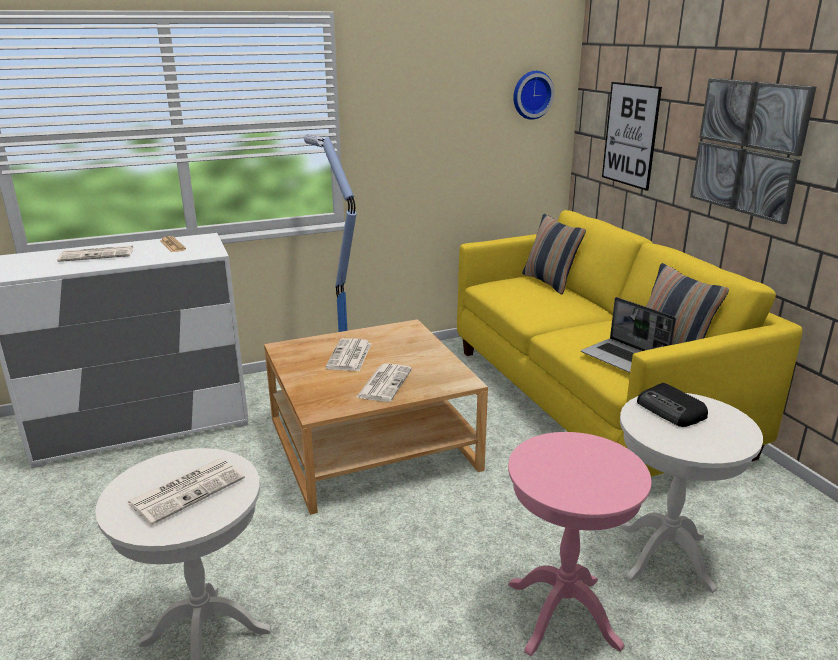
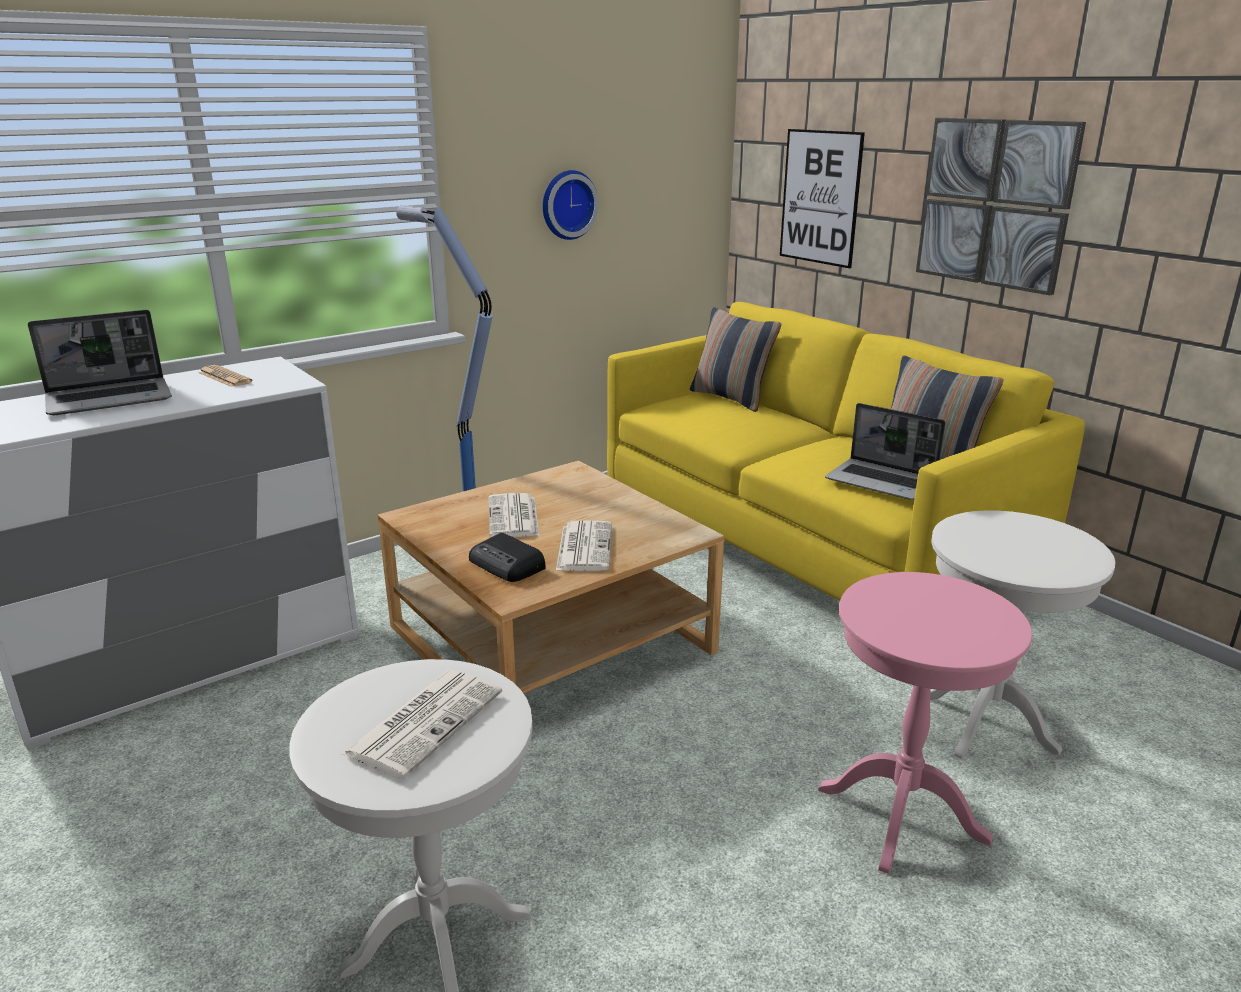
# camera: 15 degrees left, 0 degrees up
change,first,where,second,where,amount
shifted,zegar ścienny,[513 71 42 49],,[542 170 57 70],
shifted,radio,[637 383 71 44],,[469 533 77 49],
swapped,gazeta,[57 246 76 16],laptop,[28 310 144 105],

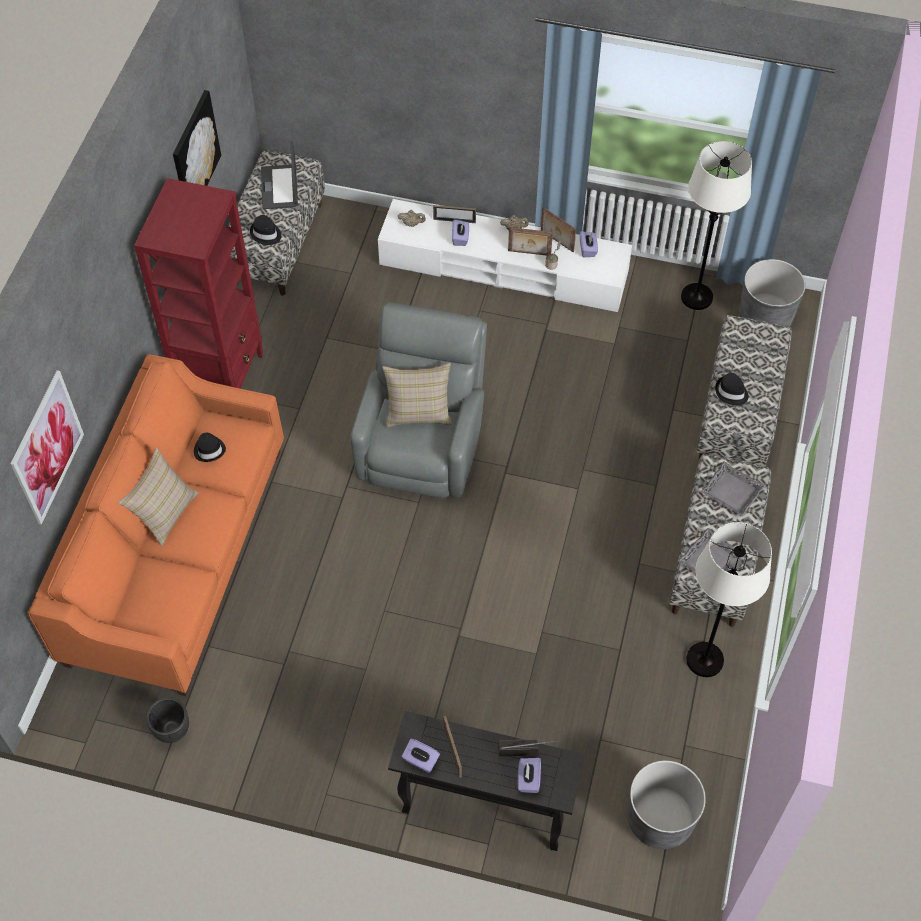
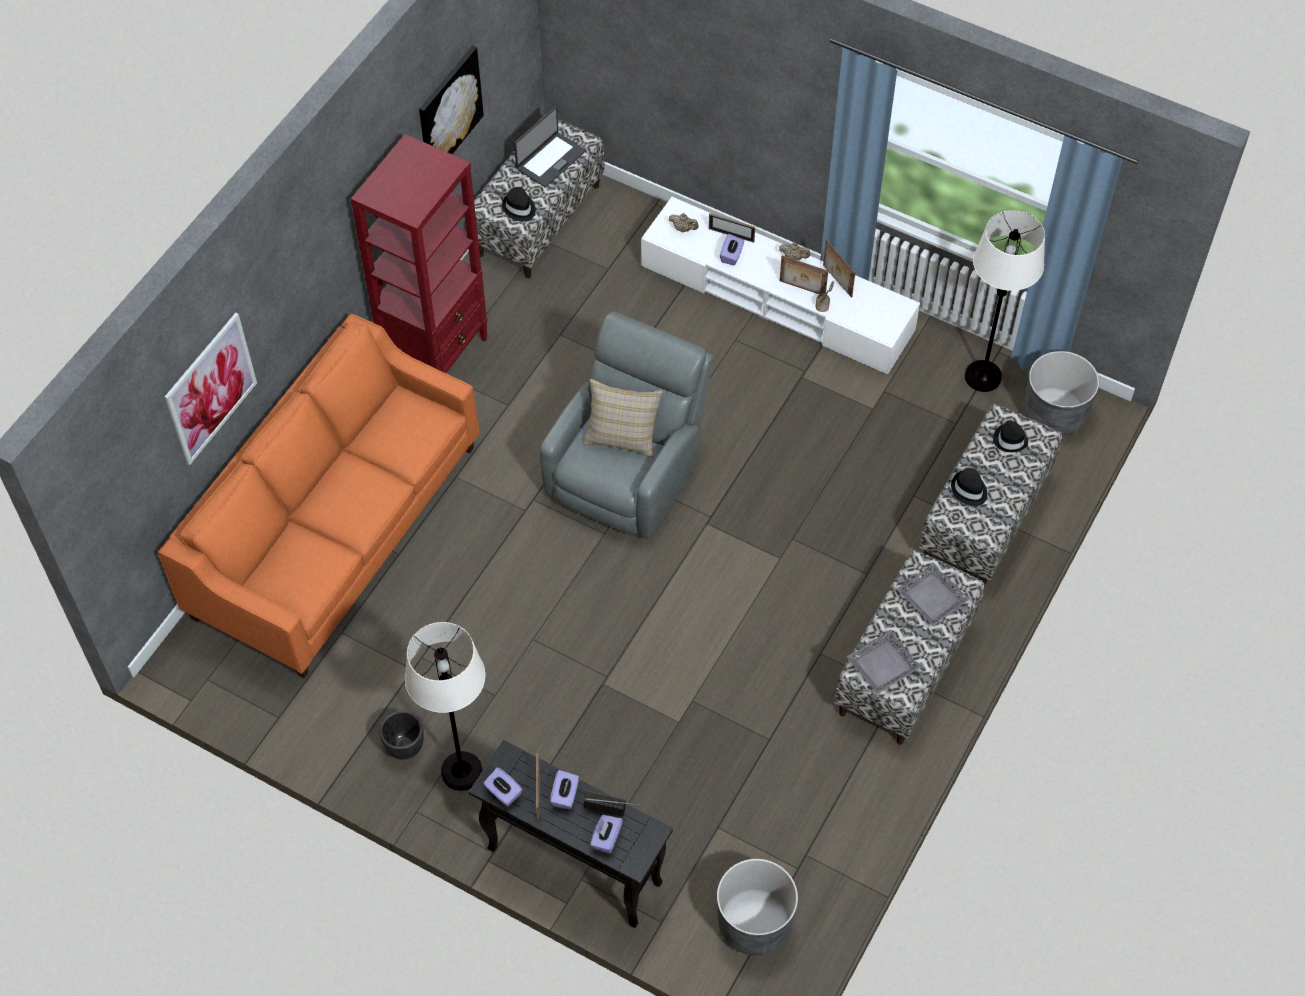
# camera: 15 degrees right, 0 degrees up
change,first,where,second,where,amount
gone,poduszka [beżowy],[118 447 81 99],,,
shifted,donica [czarny],[146 698 43 45],,[379 711 45 49],
shifted,kapelusz [czarny],[194 433 32 29],,[993 421 35 31],
shifted,pudełko chusteczek [fioletowy],[580 231 18 26],,[550 770 29 39],
shifted,lampa stojąca [biały],[686 522 86 155],,[405 622 80 169],
rotated,laptop,[261 141 37 68],,[514 107 72 80],150 degrees counterclockwise

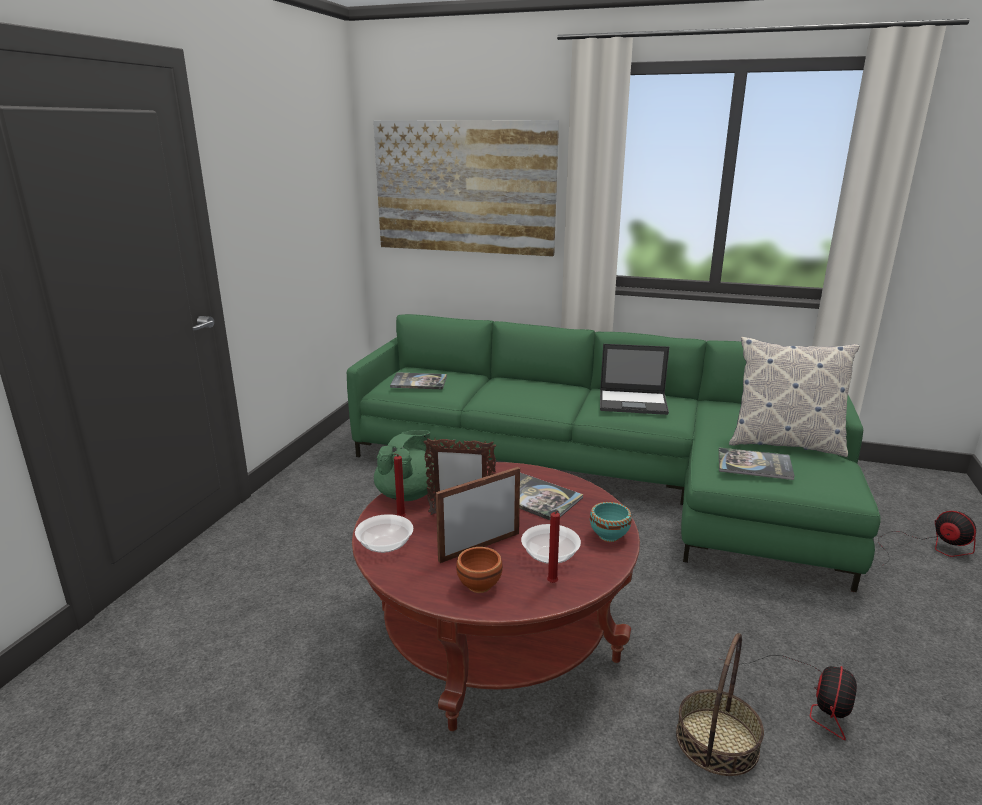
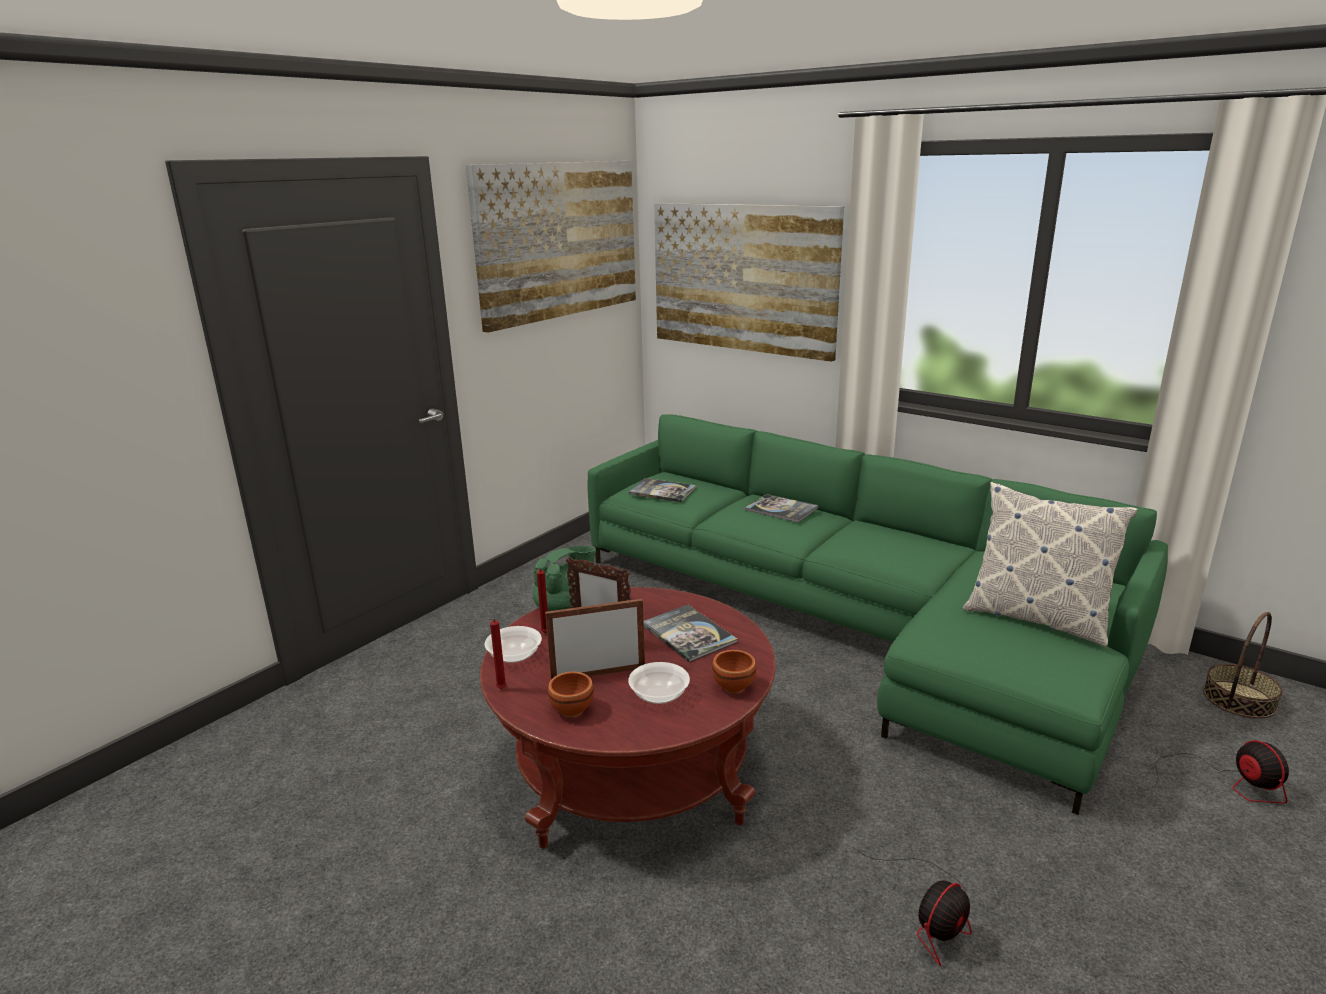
# camera: 20 degrees right, 0 degrees up
change,first,where,second,where,amount
gone,laptop,[600 344 69 71],,,
new,,,obraz,[466 161 170 172],
shifted,świeca [czerwony],[547 511 13 72],,[489 619 18 70],
shifted,koszyk,[676 633 88 143],,[1203 612 80 107],
shifted,książka,[719 447 76 33],,[745 494 73 28],
repainted,miska [turkusowy],[590 502 42 40],miska [brązowy],[712 650 44 44],

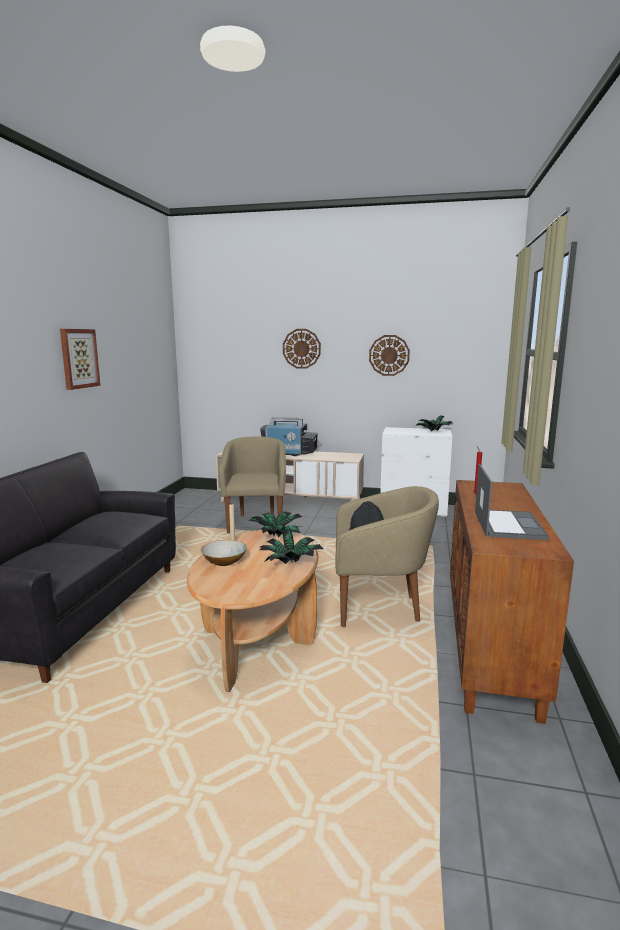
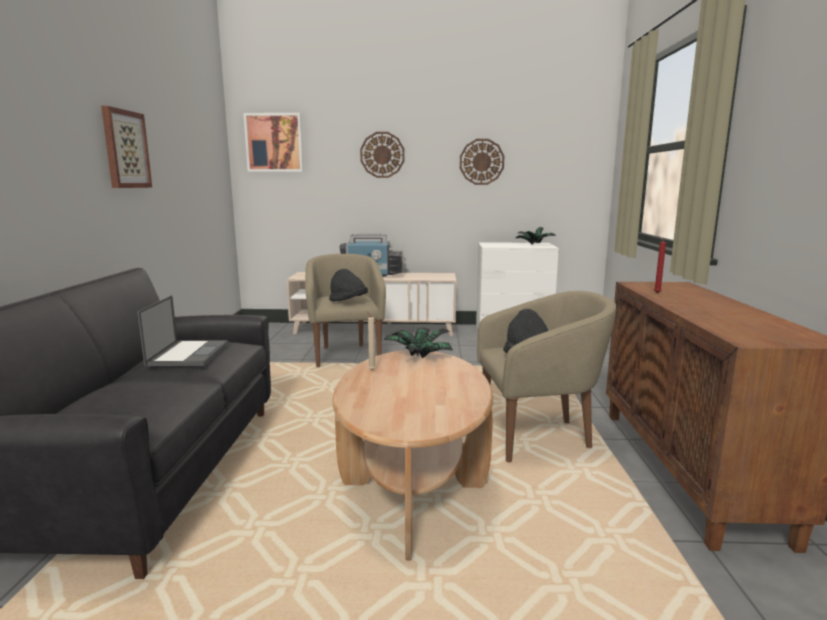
# camera: 10 degrees left, 0 degrees up
change,first,where,second,where,amount
gone,miska,[201 540 46 26],,,
gone,roślina doniczkowa,[260 530 63 34],,,
new,,,obraz,[243 113 61 59],
new,,,kapelusz [czarny],[329 269 39 32],
shifted,laptop,[475 464 75 76],,[137 295 92 71],

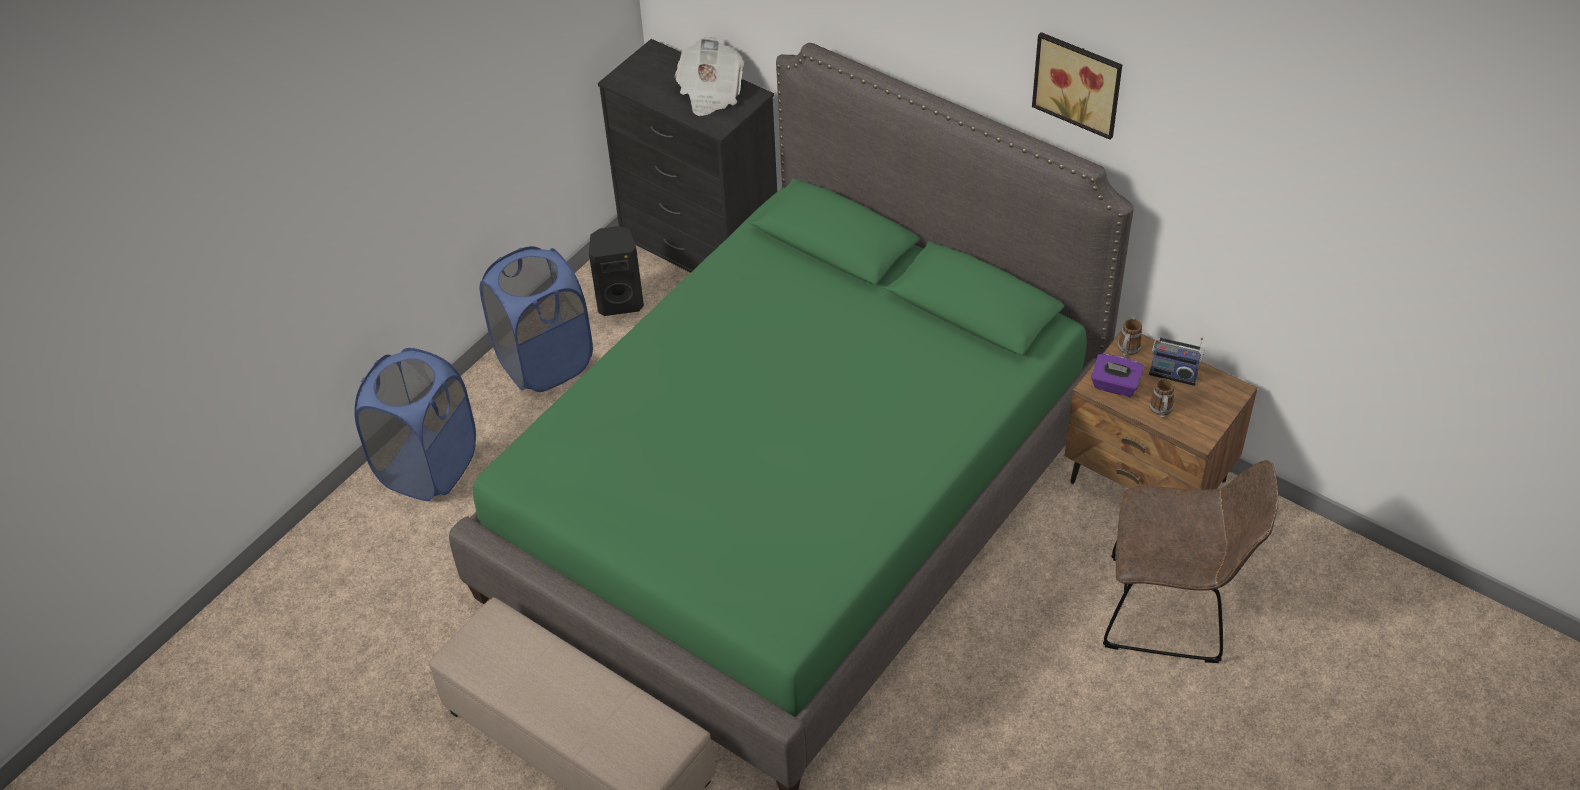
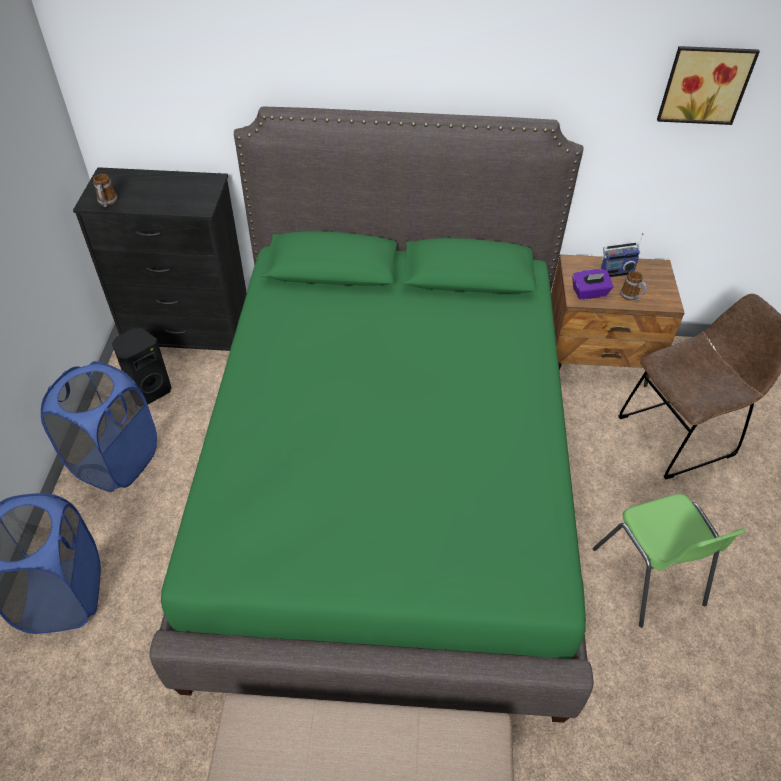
# camera: 35 degrees left, 0 degrees up
change,first,where,second,where,amount
gone,gazeta,[675 37 69 79],,,
new,,,krzesło [zielony],[593 494 153 134],
shifted,obraz,[1032 32 90 108],,[657 46 103 79],
shifted,kubek,[1118 319 24 38],,[93 174 25 33],

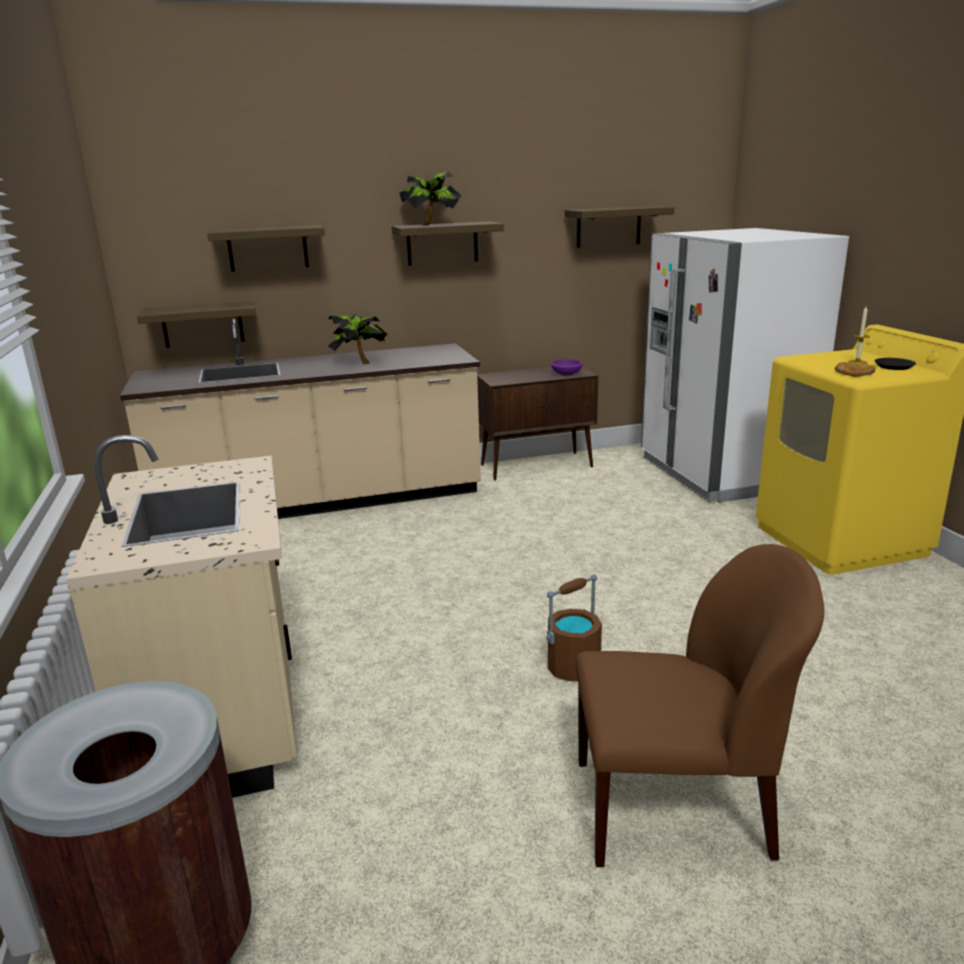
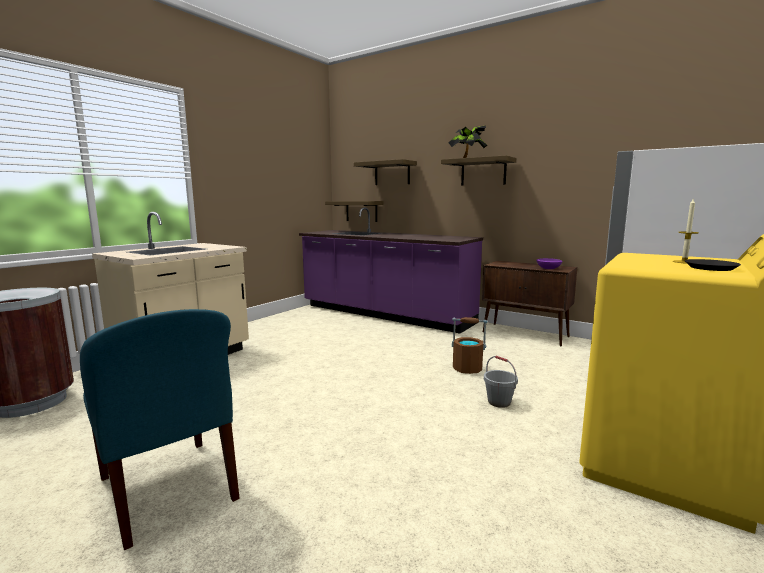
# camera: 50 degrees right, 10 degrees down
change,first,where,second,where,amount
gone,roślina doniczkowa,[328 314 59 50],,,
gone,półka,[565 206 110 42],,,
gone,chleb,[835 362 40 15],,,
new,,,wiadro [szary],[484 356 34 52],
shifted,wiadro [brązowy],[547 574 55 108],,[452 317 35 57],
repainted,zabudowa kuchenna [beżowy],[120 319 361 200],zabudowa kuchenna [fioletowy],[299 207 184 127],
repainted,krzesło [brązowy],[575 544 249 323],krzesło [niebieski],[80 309 159 241],

